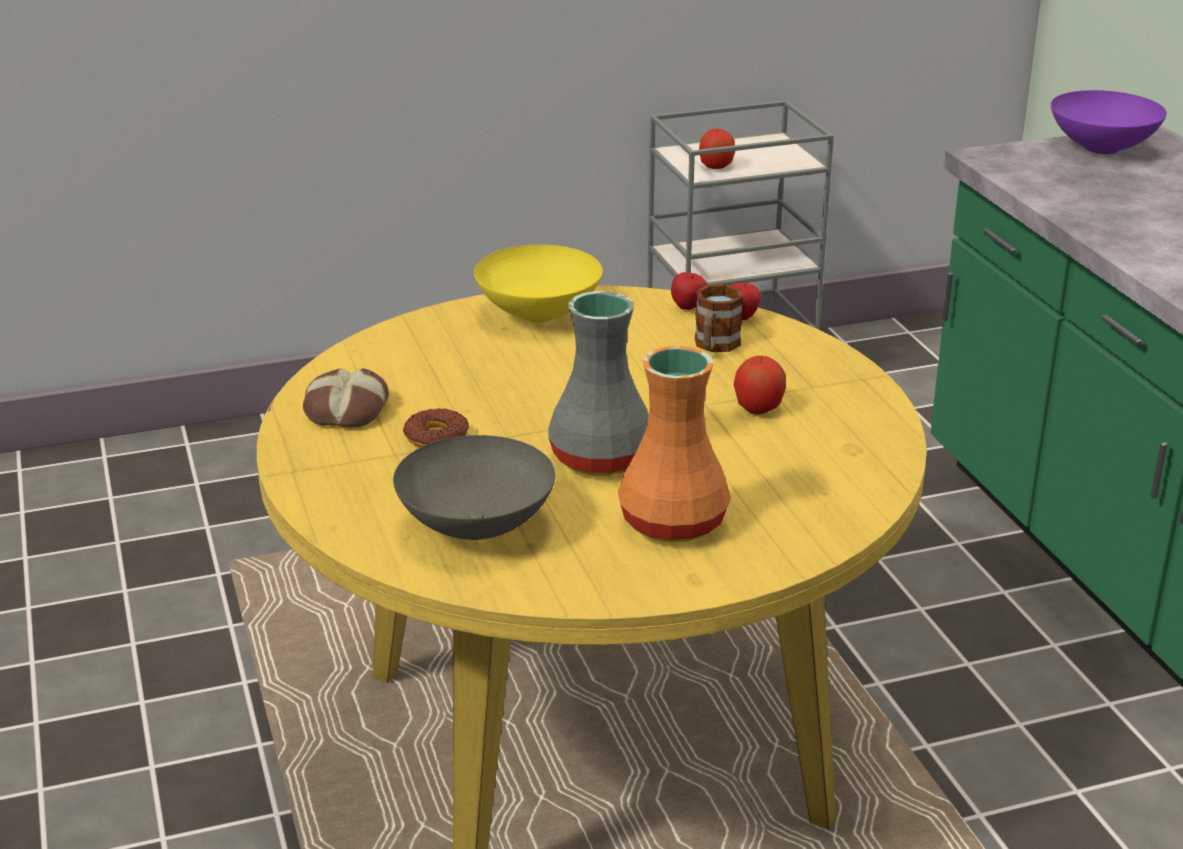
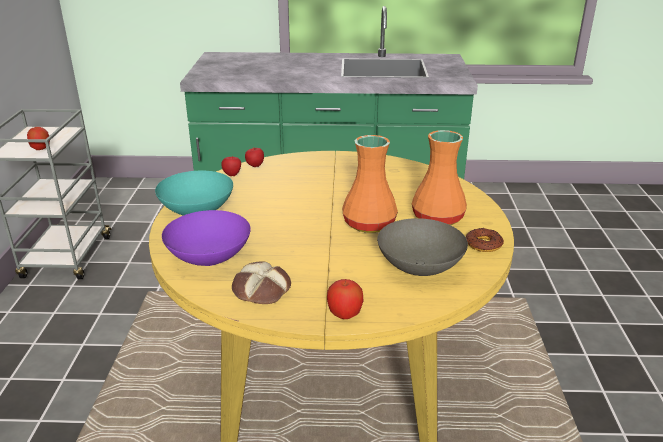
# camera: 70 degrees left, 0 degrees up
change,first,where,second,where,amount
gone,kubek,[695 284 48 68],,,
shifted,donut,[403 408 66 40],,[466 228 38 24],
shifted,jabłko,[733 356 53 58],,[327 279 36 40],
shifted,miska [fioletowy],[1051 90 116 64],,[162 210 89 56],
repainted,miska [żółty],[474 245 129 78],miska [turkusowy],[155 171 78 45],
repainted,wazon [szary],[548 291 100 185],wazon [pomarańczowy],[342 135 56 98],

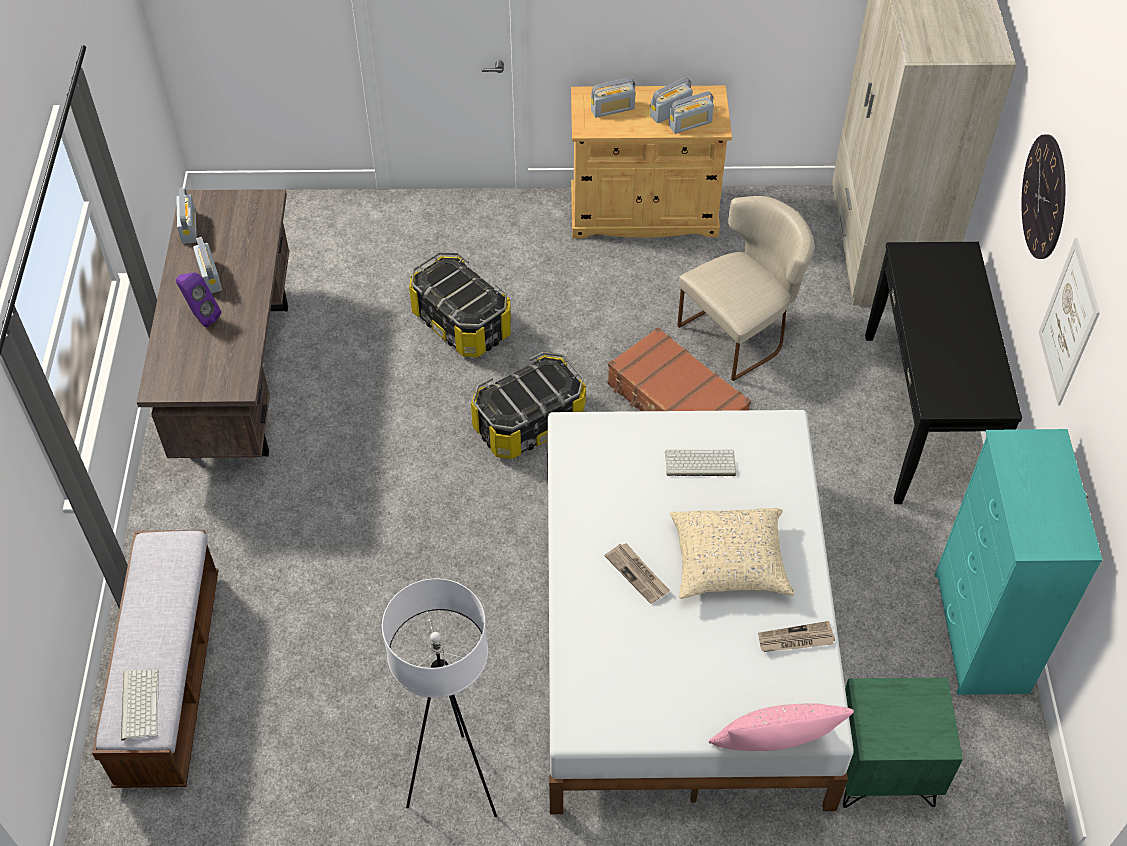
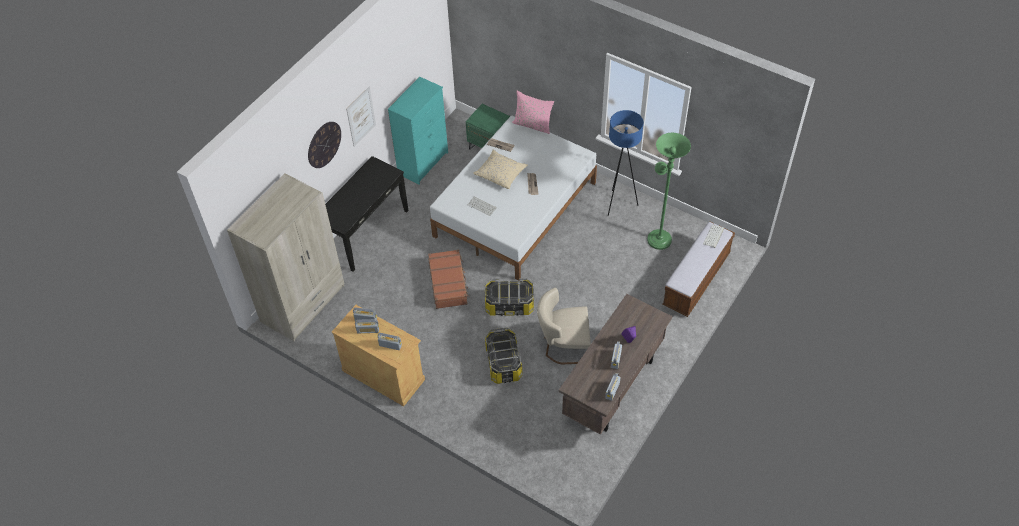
# camera: 145 degrees left, 0 degrees up
change,first,where,second,where,amount
new,,,lampa stojąca [zielony],[647 133 44 117],
shifted,krzesło [beżowy],[677 196 137 185],,[537 288 54 76],
repainted,lampa stojąca [biały],[382 578 115 239],lampa stojąca [niebieski],[608 110 36 106],

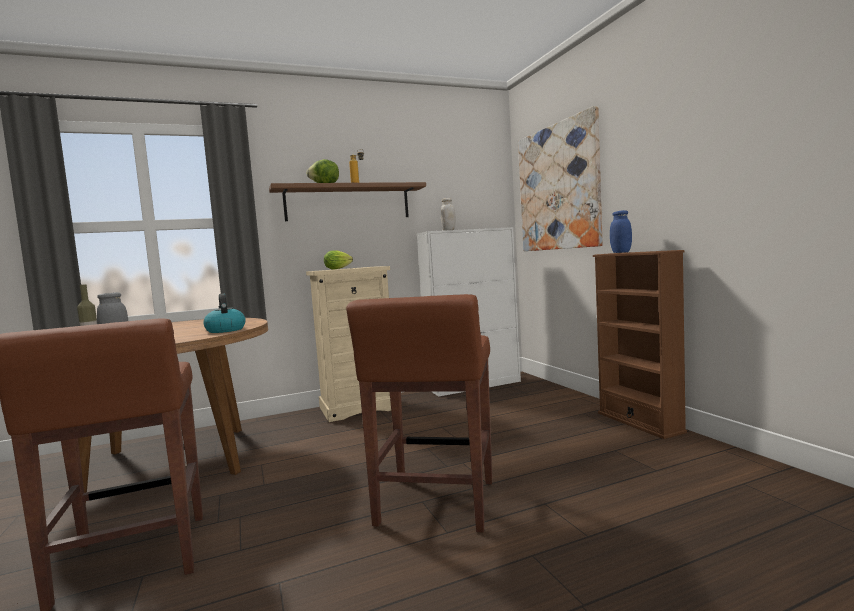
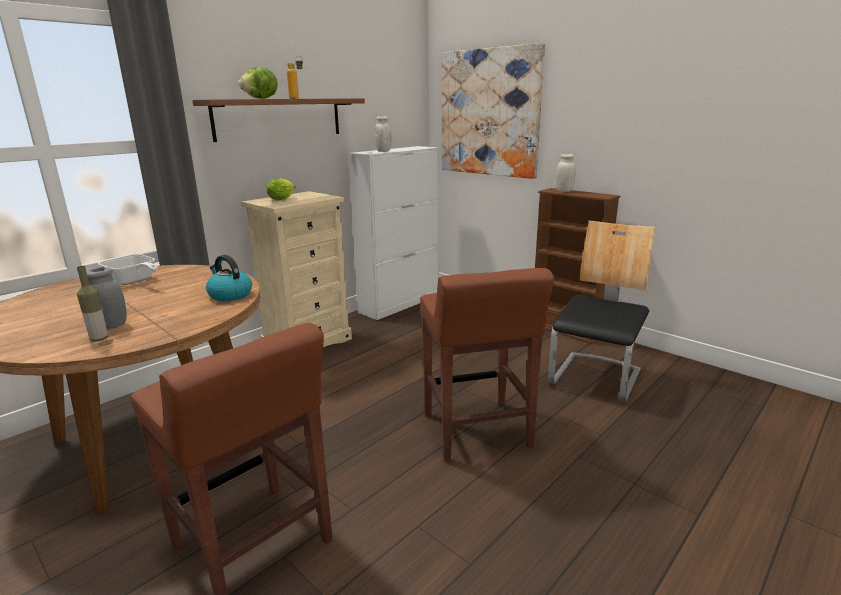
# camera: 25 degrees left, 15 degrees up
change,first,where,second,where,amount
new,,,patelnia,[98 254 60 31],
new,,,krzesło,[548 220 107 183],
repainted,słoik [niebieski],[610 210 22 43],słoik [biały],[555 154 21 38],

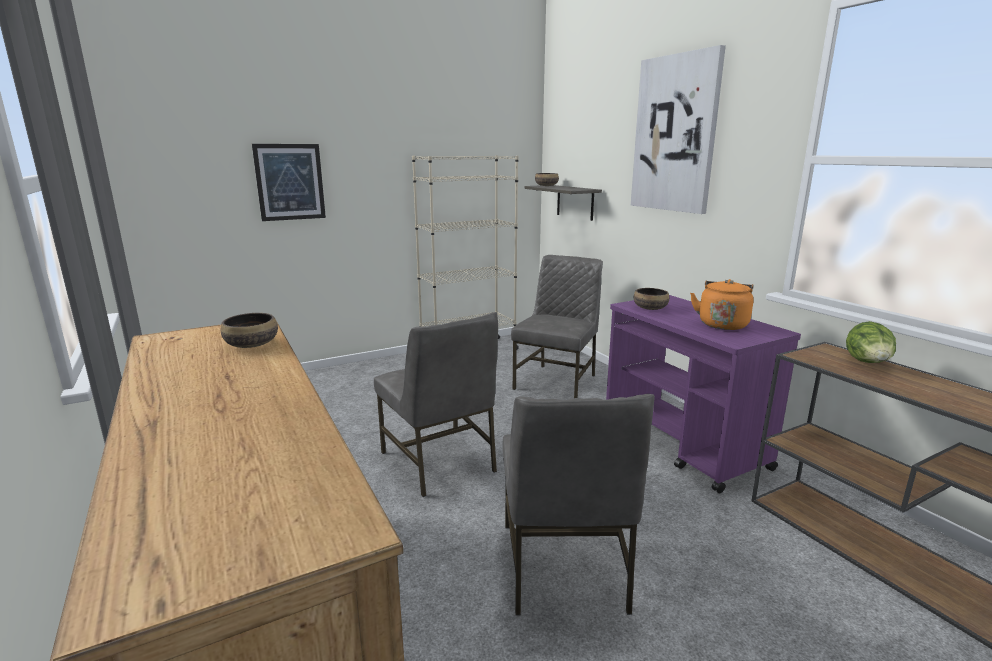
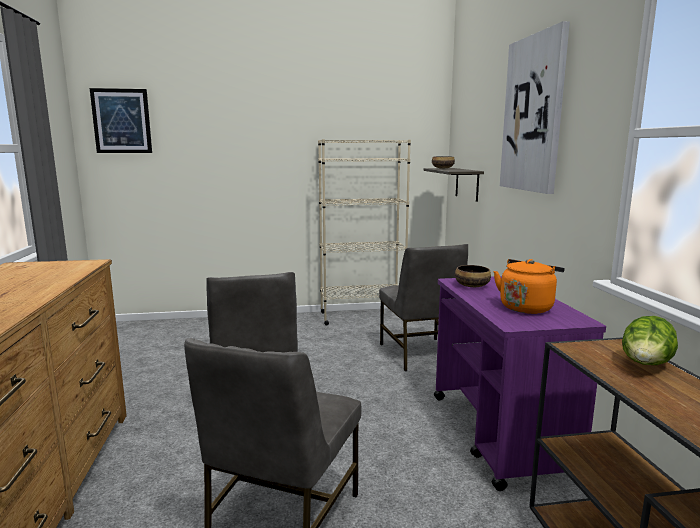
# camera: 20 degrees right, 5 degrees down
change,first,where,second,where,amount
gone,miska,[221 313 57 35],,,
shifted,obraz,[252 144 74 77],,[90 88 62 65],
rotated,krzesło [szary],[511 255 92 143],,[379 244 89 127],120 degrees clockwise

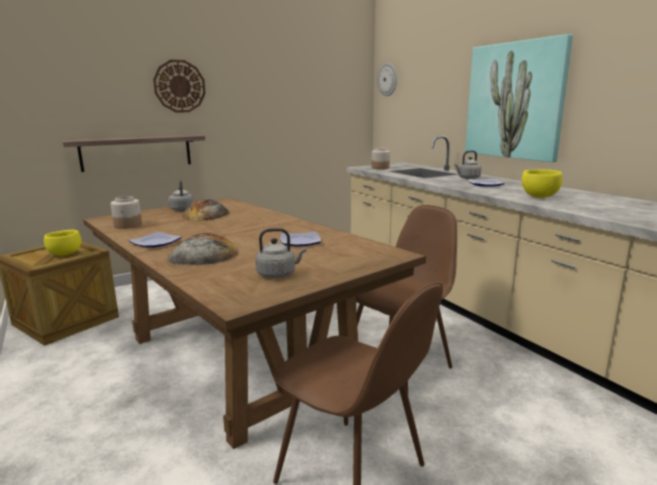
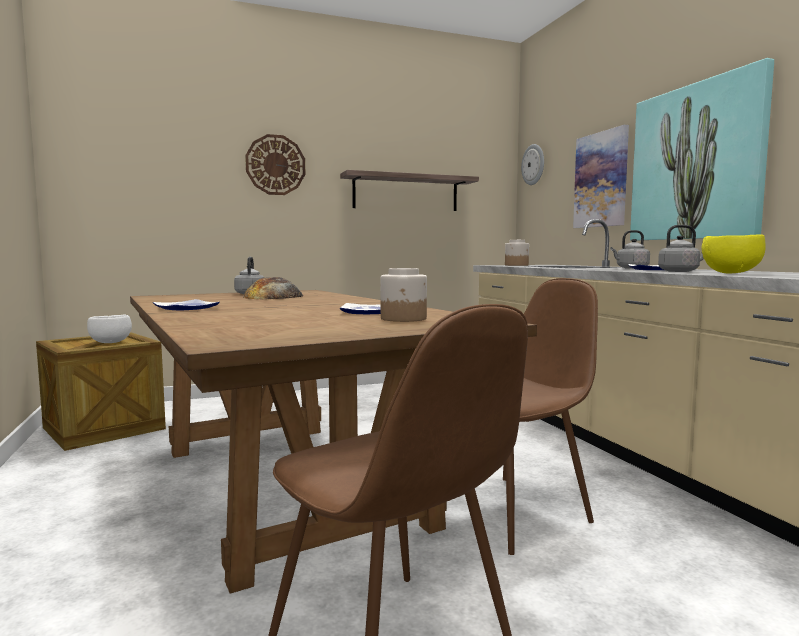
# camera: 10 degrees right, 10 degrees down
change,first,where,second,where,amount
gone,chleb,[167 233 71 32],,,
new,,,obraz,[573 125 56 103],
shifted,półka,[62 135 143 37],,[340 170 139 41],
shifted,słoik,[111 196 31 33],,[380 268 47 54],
shifted,czajnik [szary],[255 228 51 50],,[658 225 46 47],
repainted,miska [żółty],[44 229 37 27],miska [biały],[87 315 45 28],

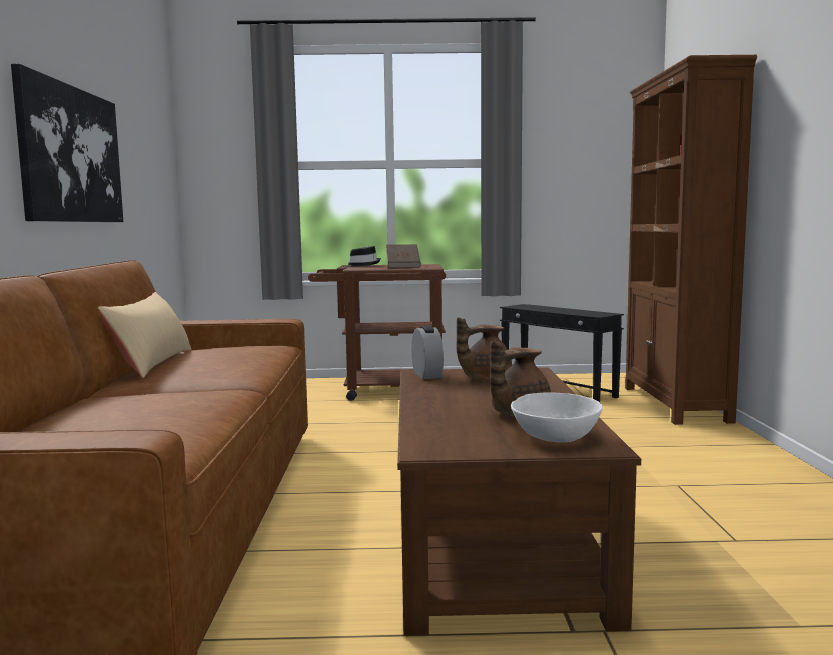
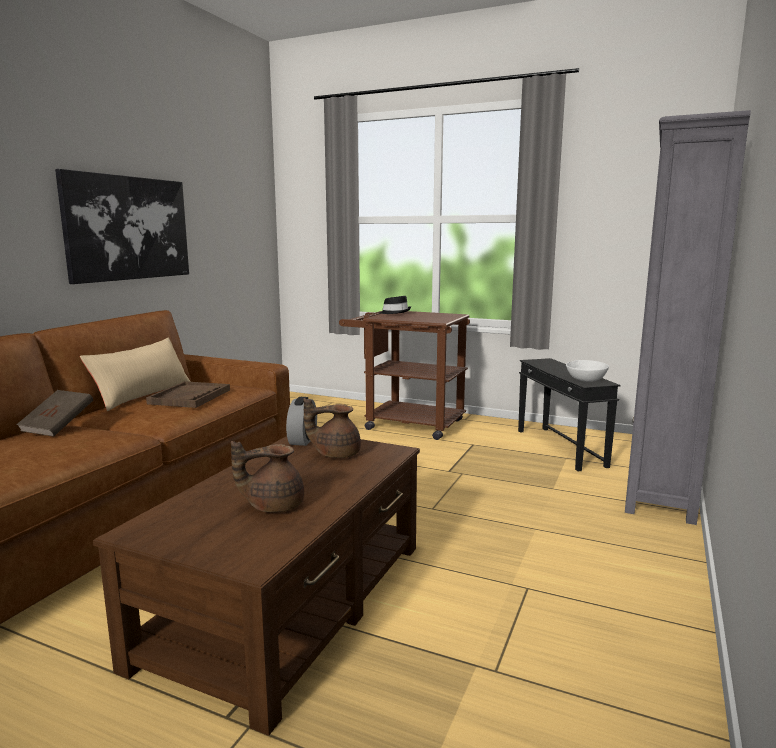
# camera: 25 degrees right, 5 degrees up
change,first,where,second,where,amount
new,,,taca [brązowy],[146 381 84 27],
shifted,książka [brązowy],[386 244 35 24],,[16 390 77 47],
shifted,miska [biały],[511 392 92 51],,[566 360 43 22],
repainted,regał [brązowy],[625 55 132 370],regał [szary],[625 110 126 415],

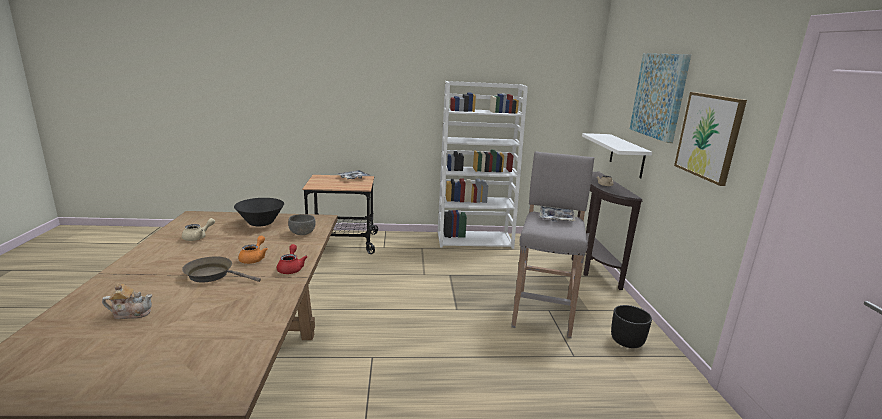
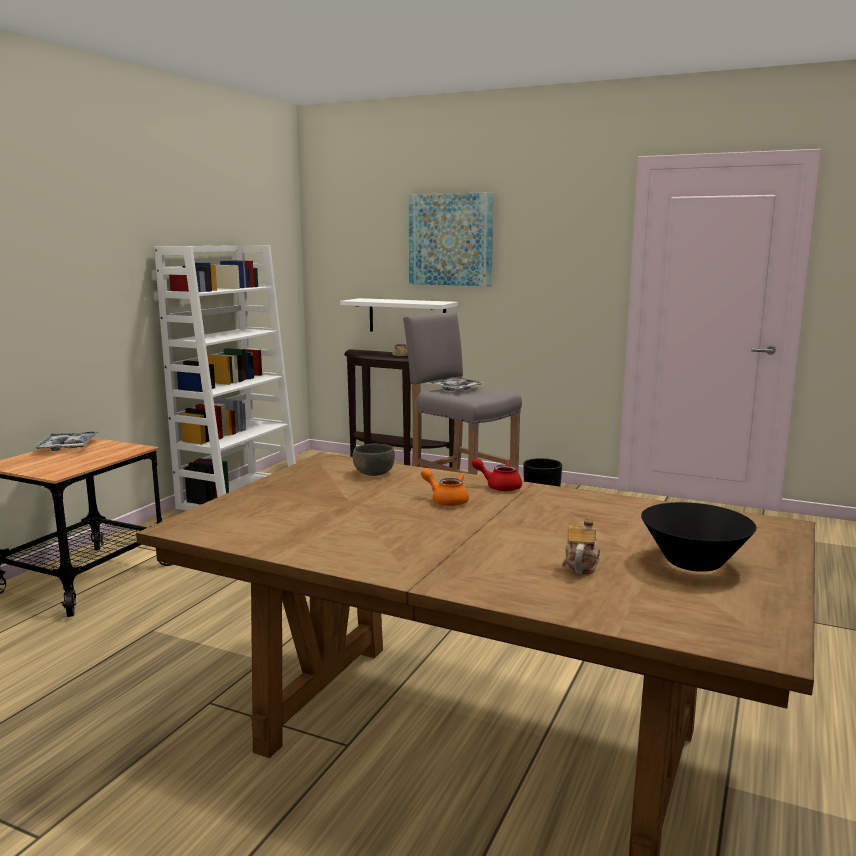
# camera: 60 degrees left, 5 degrees down
change,first,where,second,where,amount
gone,imbryk [beżowy],[182 218 33 23],,,
gone,patelnia [brązowy],[182 256 79 26],,,
gone,obraz,[674 92 73 94],,,
shifted,miska [czarny],[234 198 50 28],,[641 502 116 70],

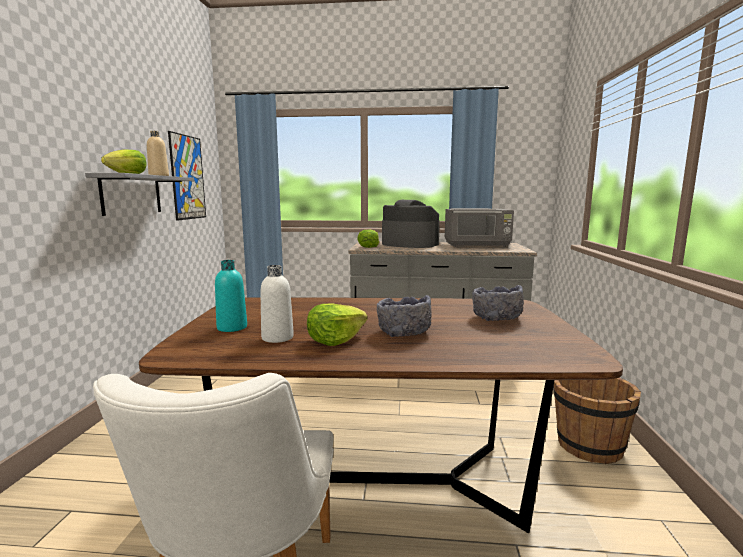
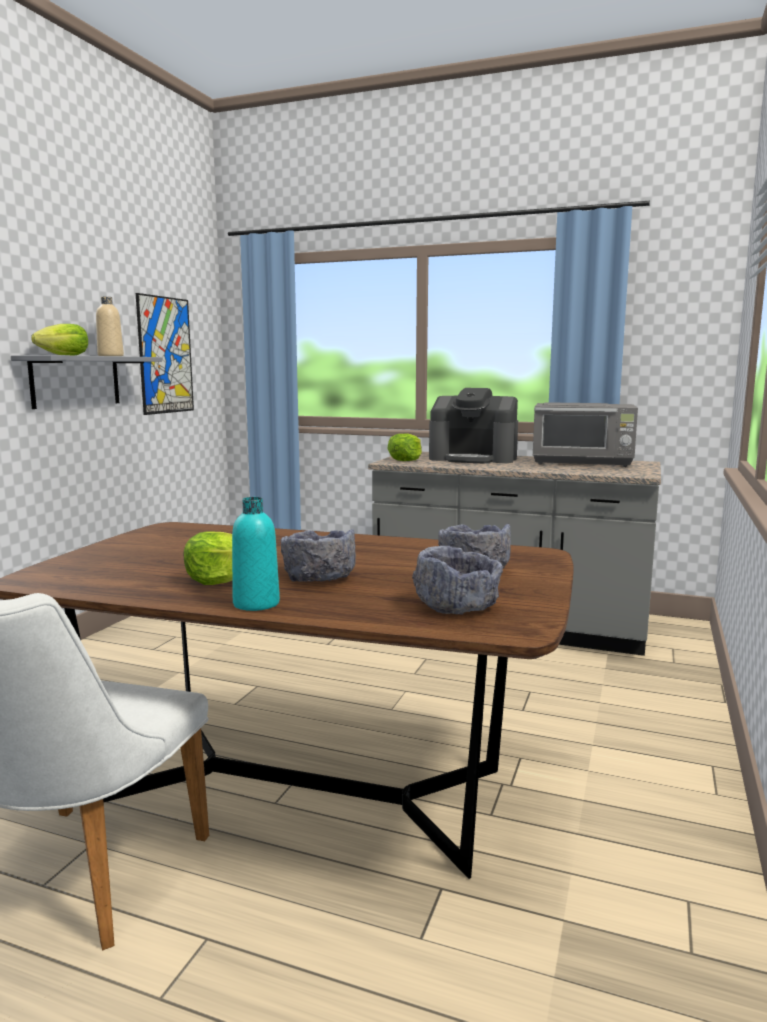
# camera: 15 degrees right, 0 degrees up
change,first,where,second,where,amount
gone,butelka [biały],[260 265 34 78],,,
gone,wiadro [brązowy],[553 378 88 86],,,
new,,,miska [szary],[412 546 91 69],
shifted,butelka [turkusowy],[215 260 32 72],,[232 497 48 114],
rotated,ekspres do kawy,[382 200 58 48],,[429 388 89 75],150 degrees clockwise

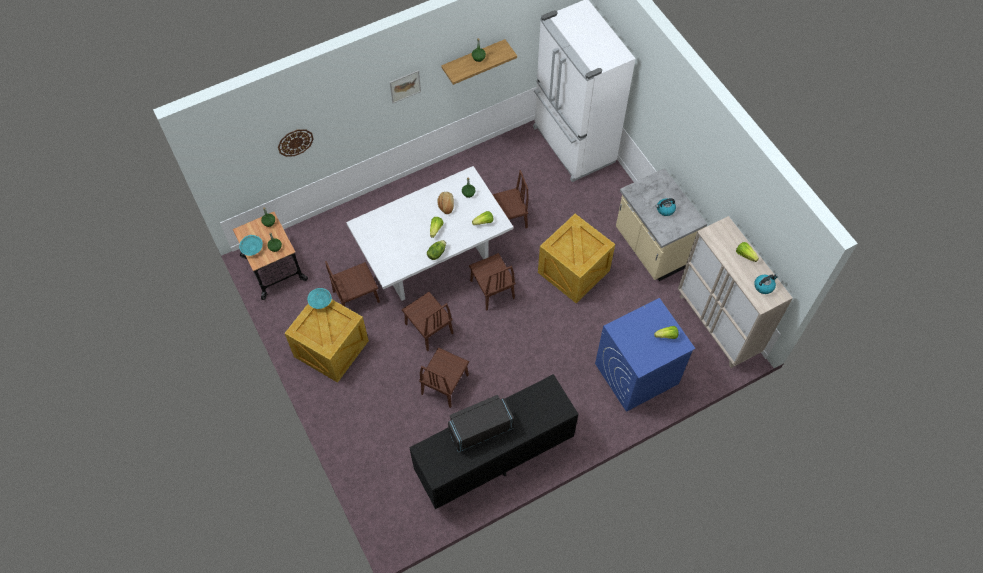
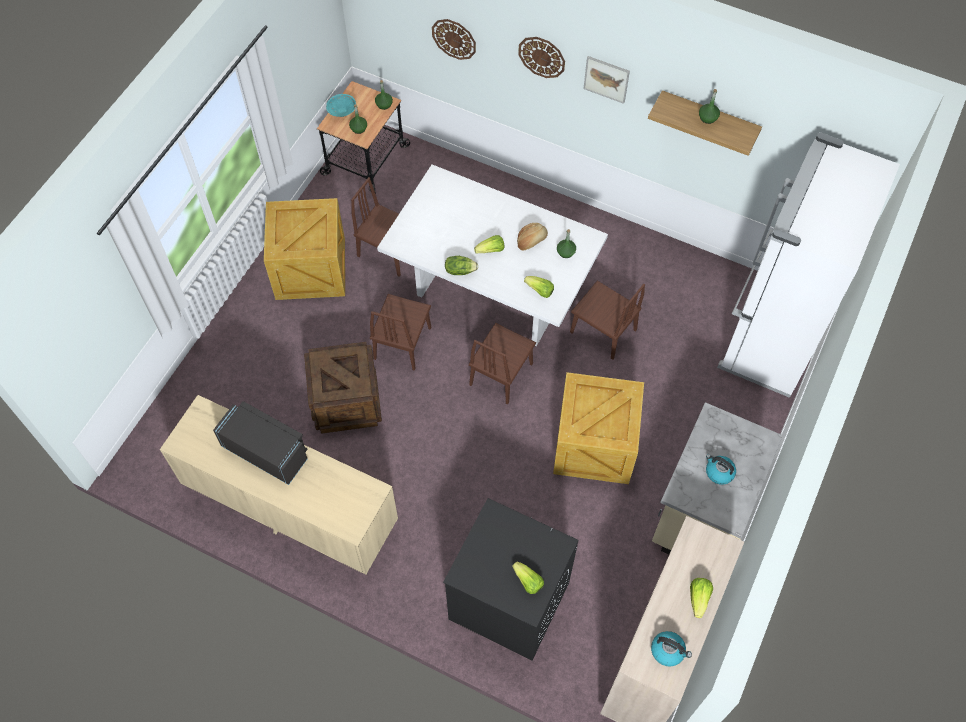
# camera: 55 degrees right, 0 degrees up
change,first,where,second,where,amount
gone,miska [turkusowy],[307 288 25 21],,,
new,,,zegar ścienny,[518 37 47 41],
swapped,krzesło [brązowy],[419 347 50 61],skrzynka,[304 342 78 92],
repainted,komoda [czarny],[409 374 169 135],komoda [beżowy],[160 395 238 180],
repainted,pralka [niebieski],[595 298 101 114],pralka [czarny],[443 498 136 163],

